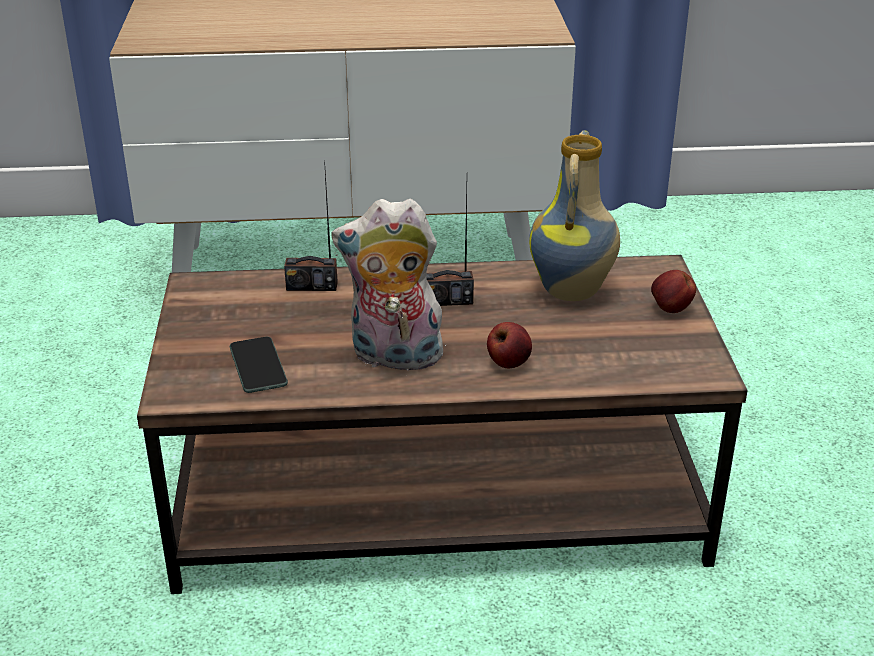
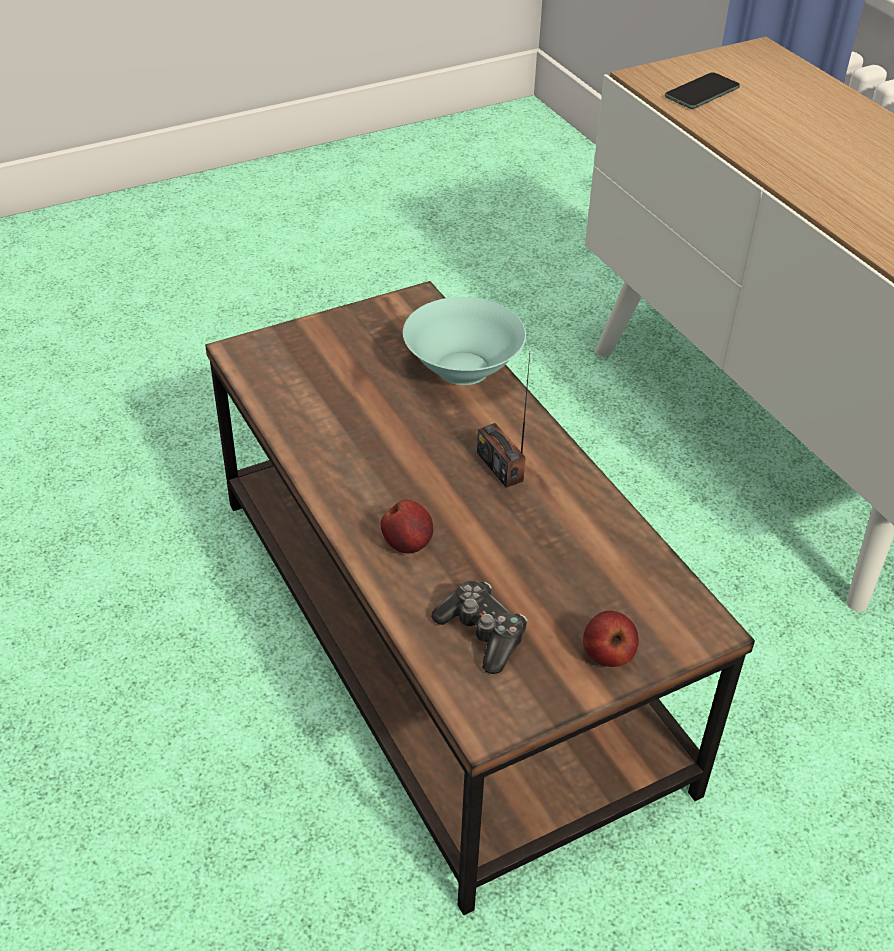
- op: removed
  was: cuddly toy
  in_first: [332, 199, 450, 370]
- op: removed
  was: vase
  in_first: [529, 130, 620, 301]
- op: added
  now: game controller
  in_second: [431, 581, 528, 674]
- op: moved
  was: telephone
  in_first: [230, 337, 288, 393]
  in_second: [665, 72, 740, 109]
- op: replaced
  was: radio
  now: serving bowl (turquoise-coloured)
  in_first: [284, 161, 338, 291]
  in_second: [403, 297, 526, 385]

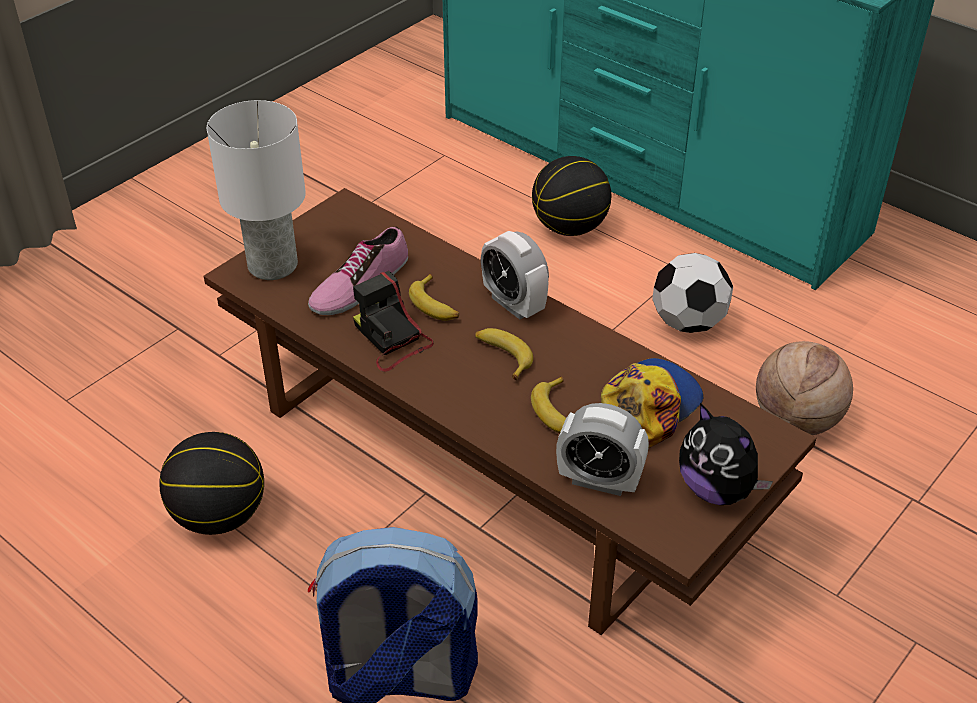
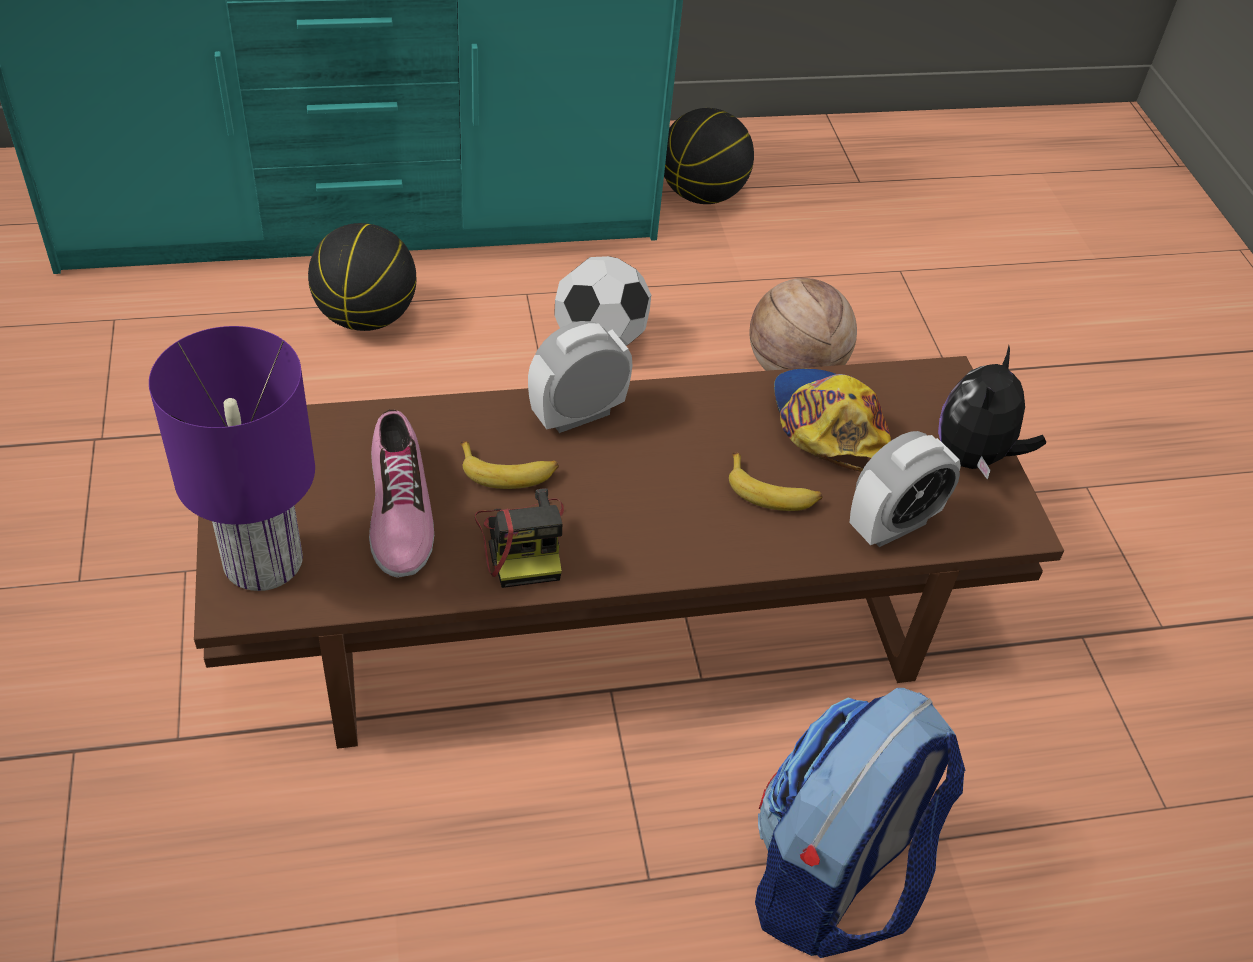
- op: removed
  was: banana
  in_first: [475, 328, 533, 380]
- op: moved
  was: basketball
  in_first: [159, 432, 264, 535]
  in_second: [664, 108, 754, 204]
- op: recoloured
  was: table lamp (white-coloured)
  now: table lamp (purple)
  in_first: [207, 100, 306, 280]
  in_second: [149, 326, 315, 591]
- op: turned
  was: still camera
  in_first: [353, 271, 434, 372]
  in_second: [475, 488, 564, 588]
  clockwise: -105
- op: turned
  was: alarm clock
  in_first: [481, 231, 549, 320]
  in_second: [528, 321, 632, 433]
  clockwise: 150
- op: turned
  was: cuddly toy
  in_first: [679, 403, 773, 505]
  in_second: [938, 345, 1046, 480]
  clockwise: 120

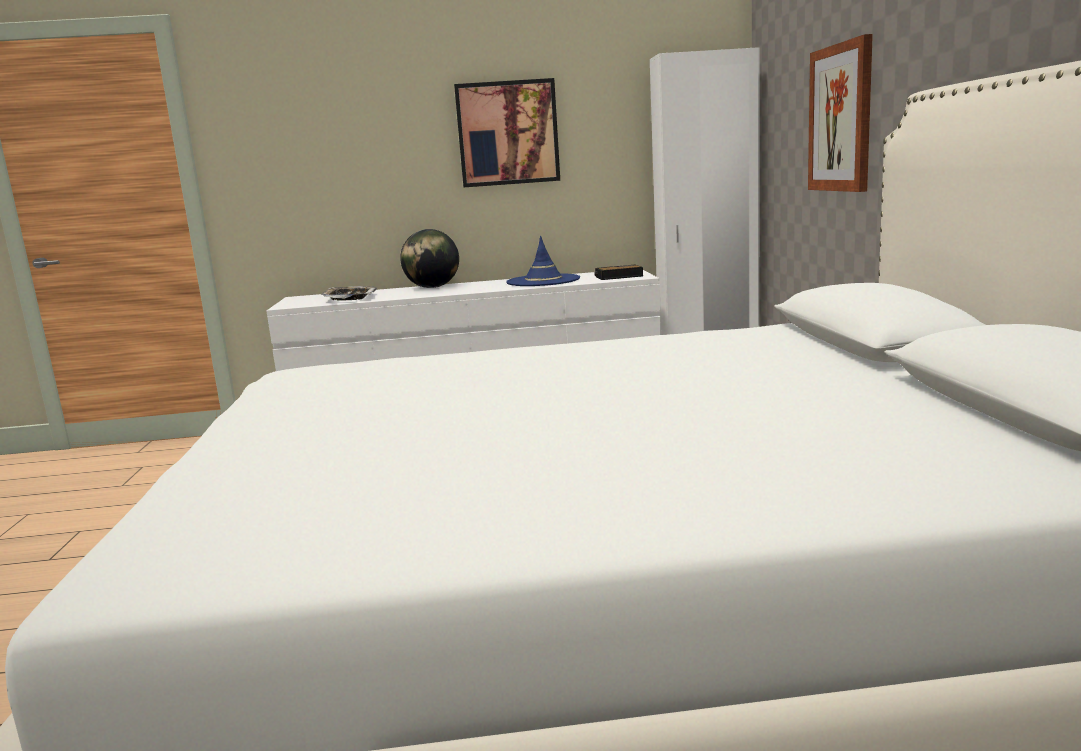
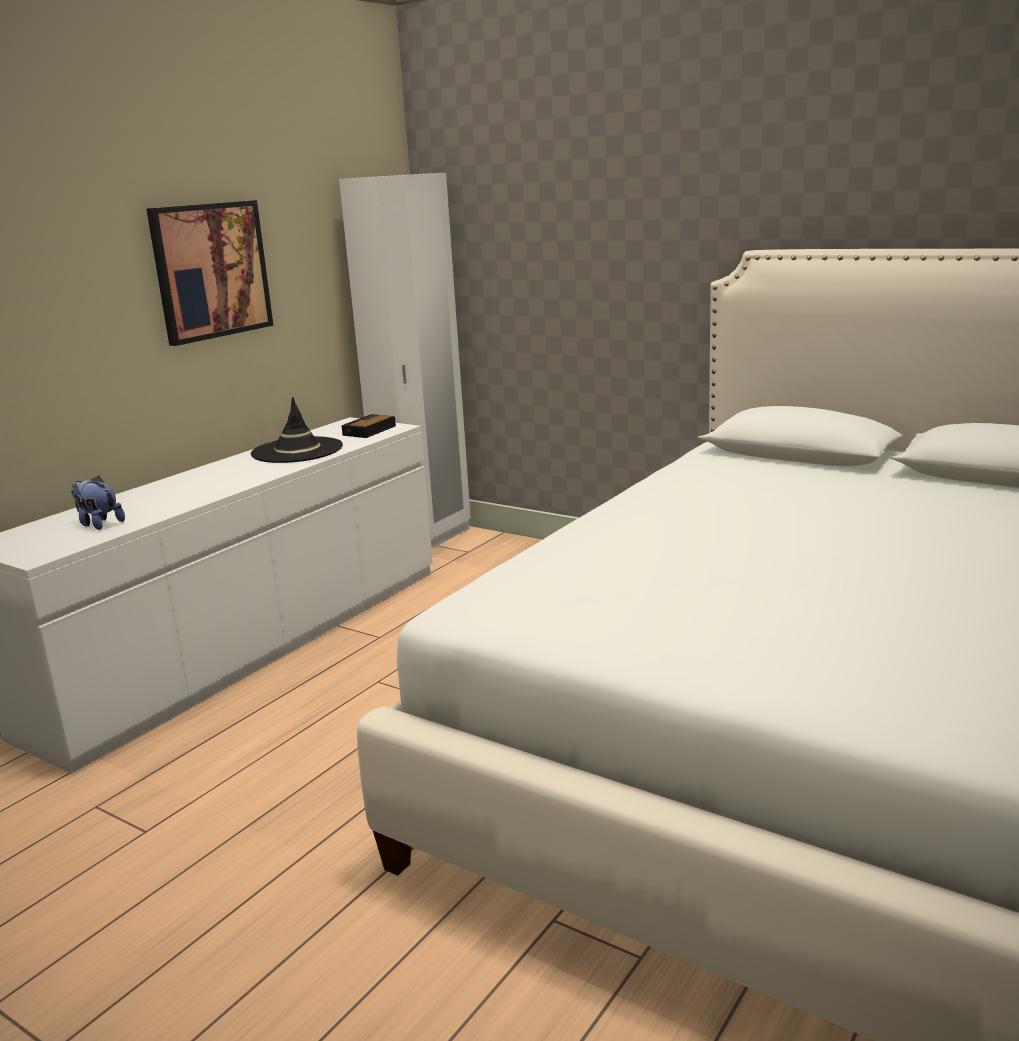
- op: removed
  was: world globe
  in_first: [400, 229, 459, 288]
- op: removed
  was: wall art
  in_first: [808, 34, 873, 192]
- op: replaced
  was: carrying tray
  now: cuddly toy
  in_first: [321, 286, 377, 301]
  in_second: [71, 475, 125, 530]
- op: recoloured
  was: clothing hat (blue)
  now: clothing hat (blackish)
  in_first: [506, 236, 580, 286]
  in_second: [251, 397, 343, 463]

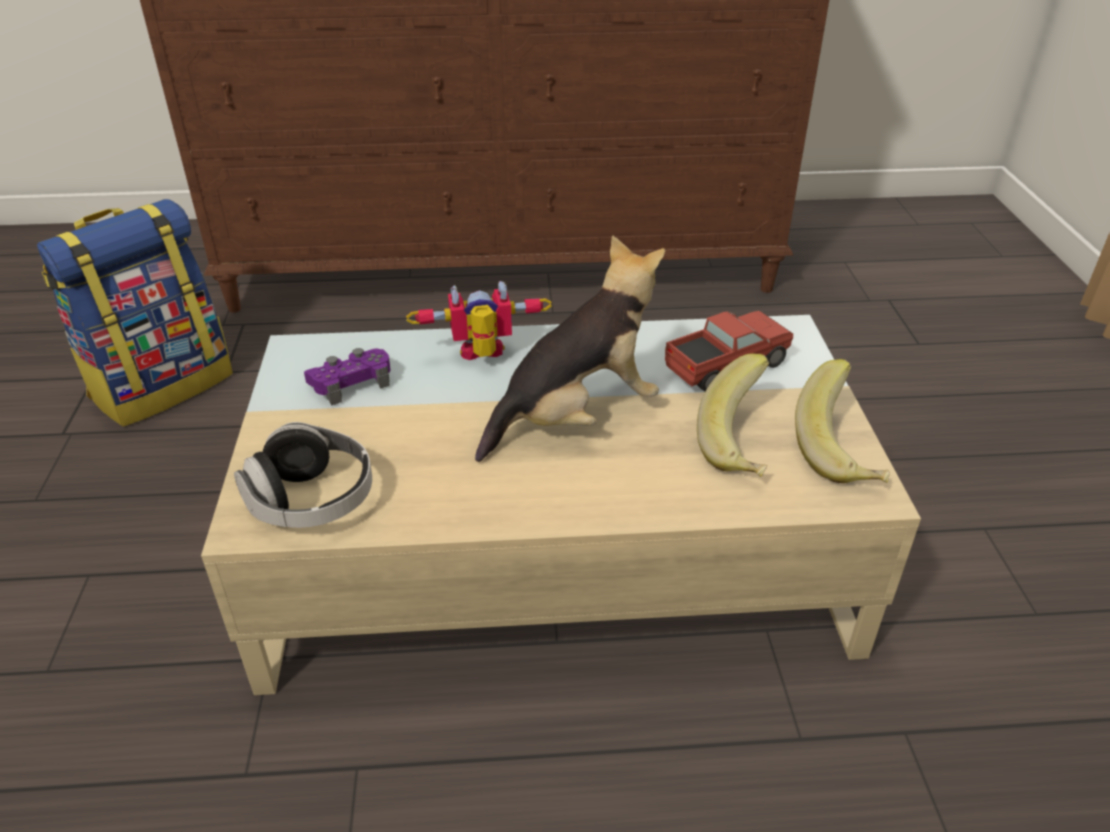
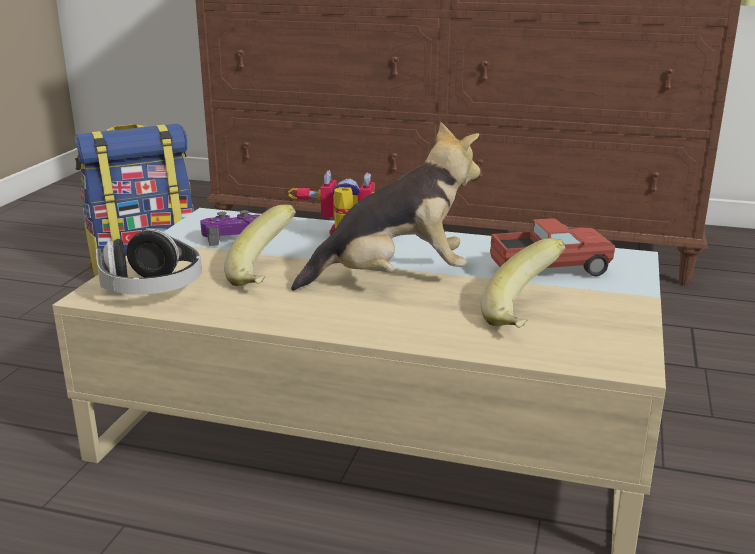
- op: moved
  was: banana
  in_first: [795, 359, 890, 483]
  in_second: [224, 205, 296, 286]

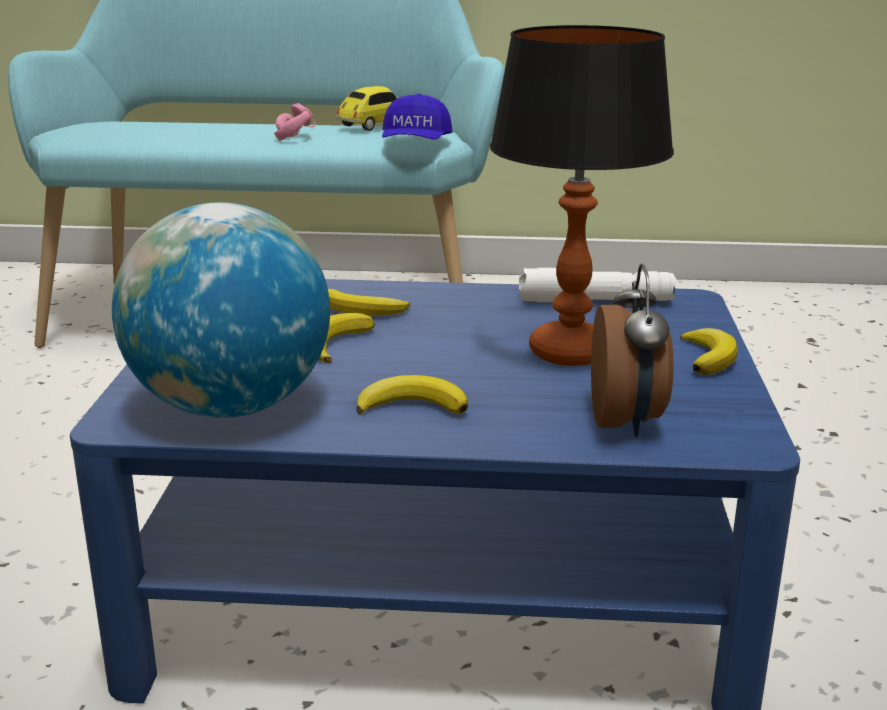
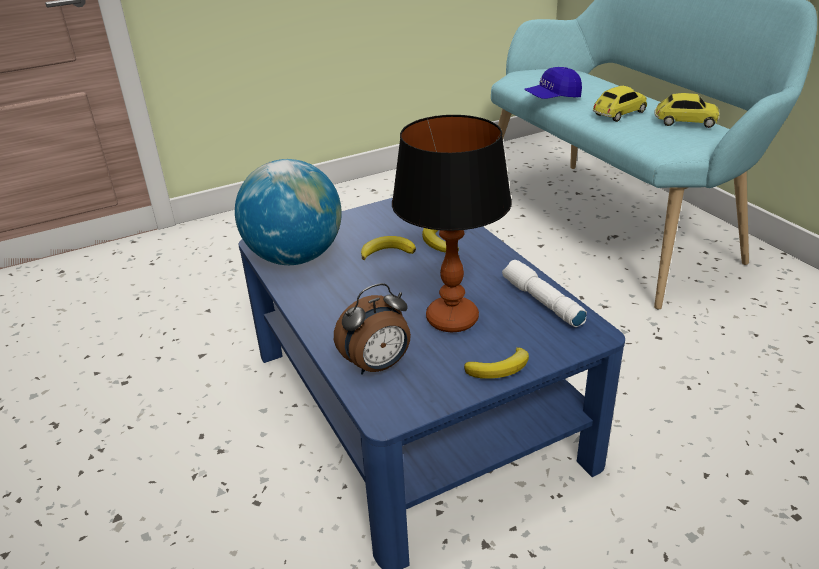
- op: removed
  was: banana
  in_first: [357, 375, 468, 415]
- op: moved
  was: baseball cap (blue)
  in_first: [382, 94, 453, 140]
  in_second: [524, 67, 582, 99]
- op: replaced
  was: headset (pink)
  now: miniature car
  in_first: [274, 103, 316, 141]
  in_second: [593, 86, 647, 122]

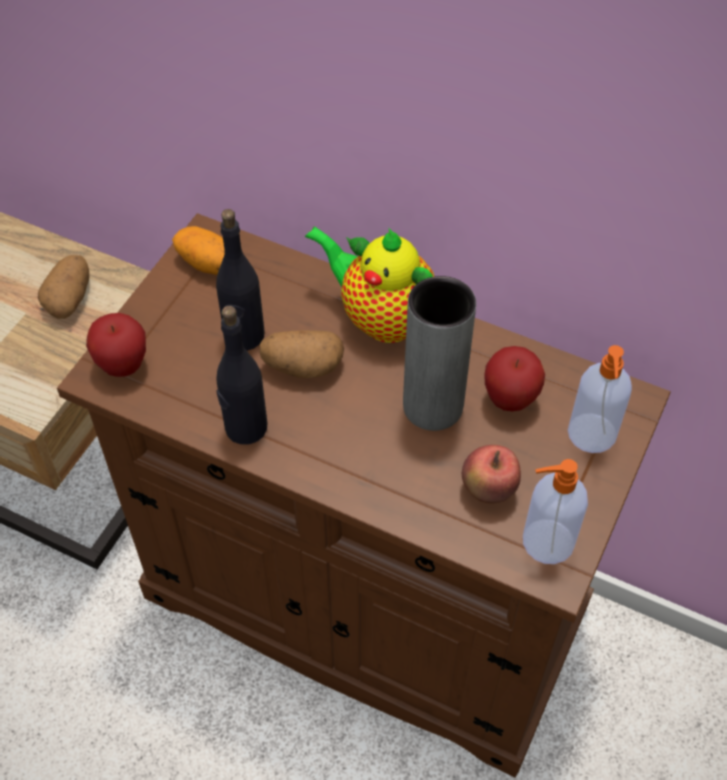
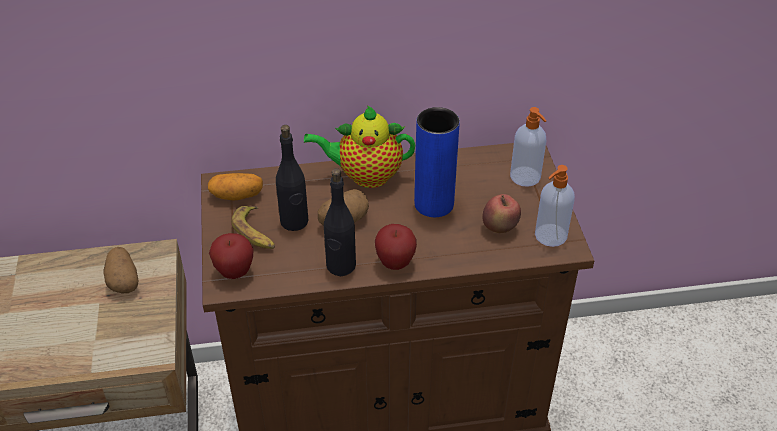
- op: added
  now: banana
  in_second: [231, 206, 275, 249]
- op: moved
  was: whole apple
  in_first: [485, 346, 545, 411]
  in_second: [375, 224, 417, 270]
- op: recoloured
  was: vase (gray)
  now: vase (blue)
  in_first: [403, 276, 476, 431]
  in_second: [414, 107, 460, 217]

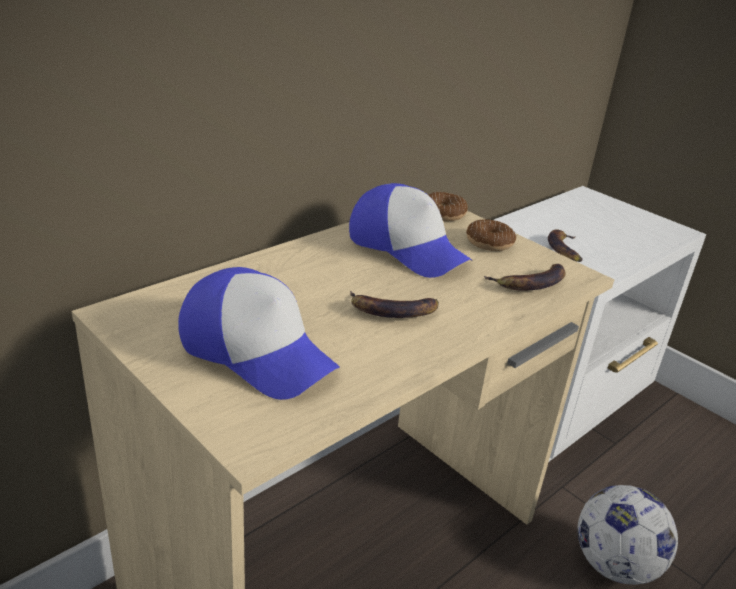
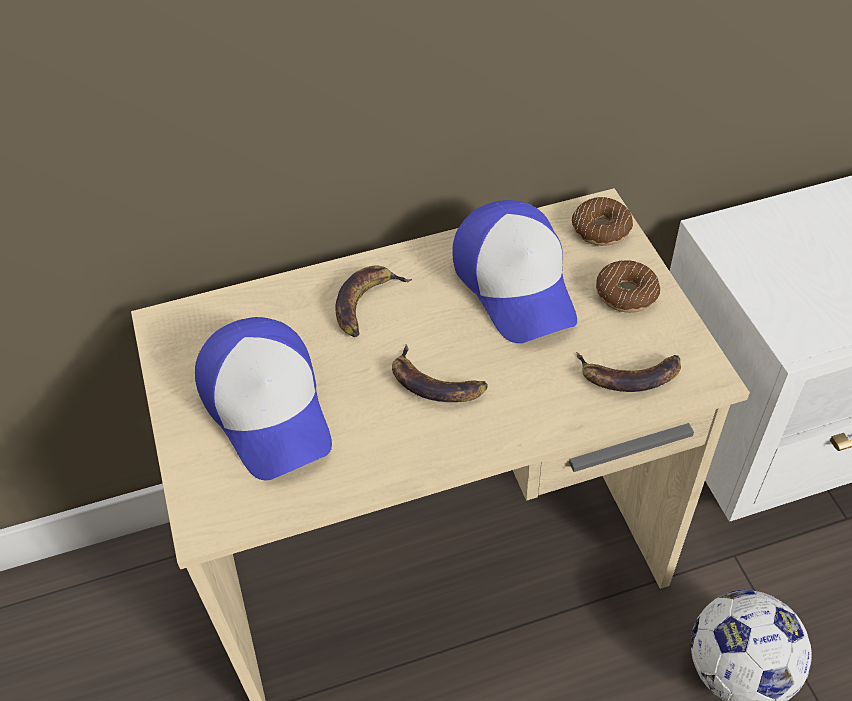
- op: moved
  was: banana
  in_first: [548, 229, 583, 262]
  in_second: [335, 265, 412, 337]

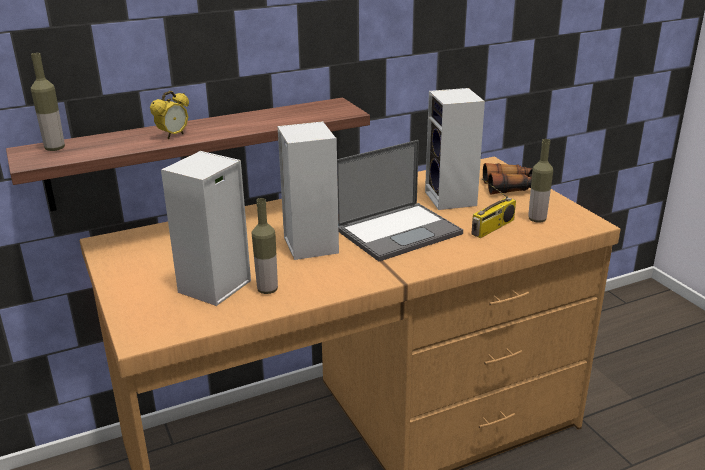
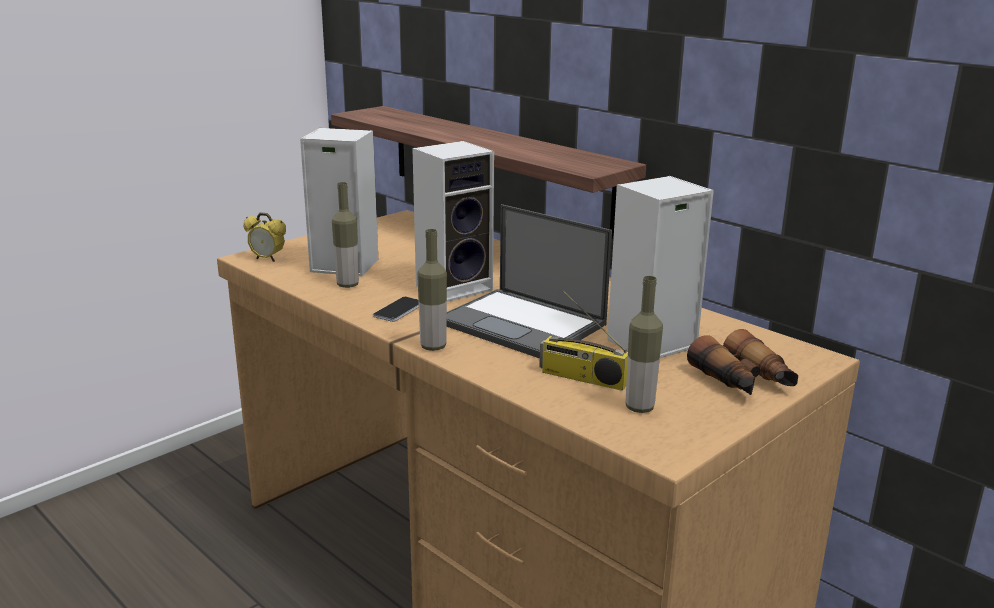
- op: added
  now: telephone
  in_second: [373, 297, 419, 322]
- op: moved
  was: beverage bottle
  in_first: [31, 53, 65, 151]
  in_second: [417, 229, 447, 351]
- op: moved
  was: alarm clock
  in_first: [150, 91, 189, 139]
  in_second: [243, 213, 286, 262]

